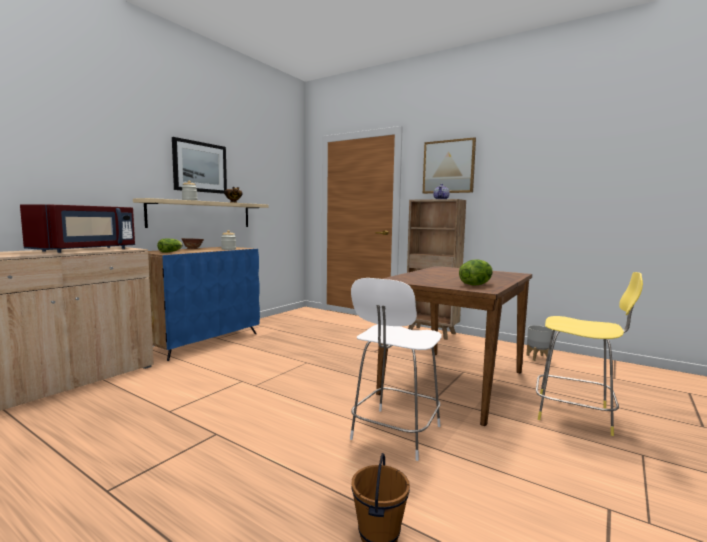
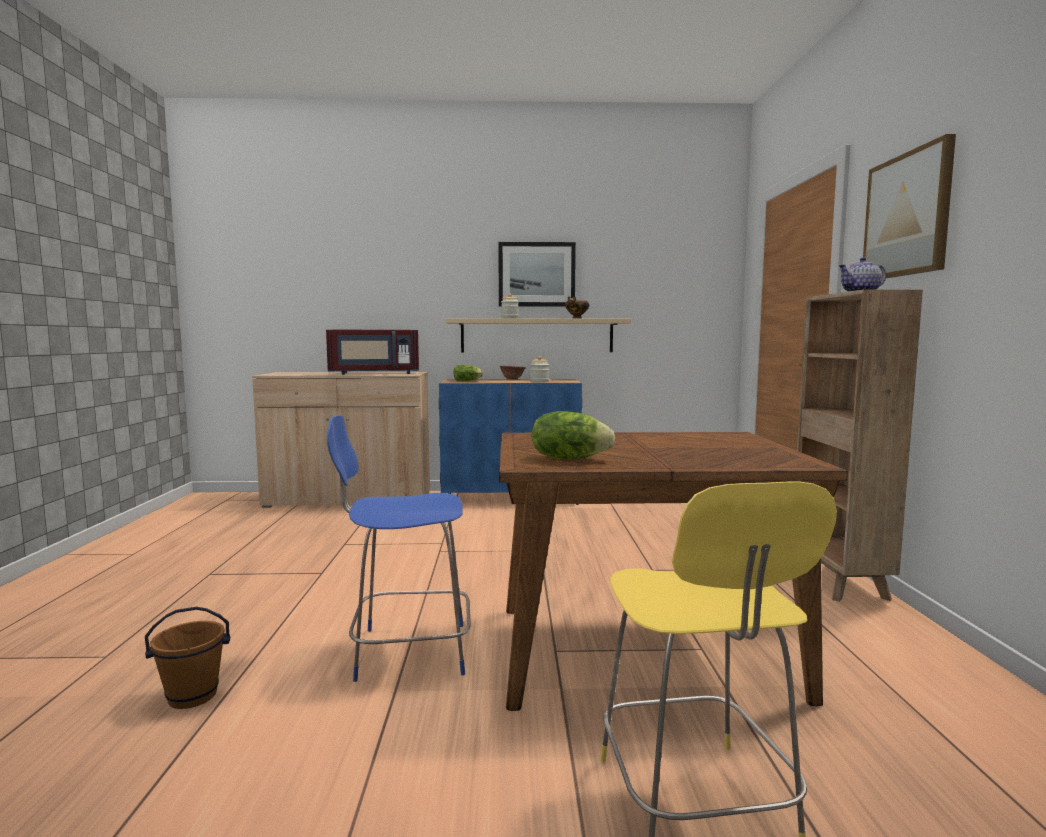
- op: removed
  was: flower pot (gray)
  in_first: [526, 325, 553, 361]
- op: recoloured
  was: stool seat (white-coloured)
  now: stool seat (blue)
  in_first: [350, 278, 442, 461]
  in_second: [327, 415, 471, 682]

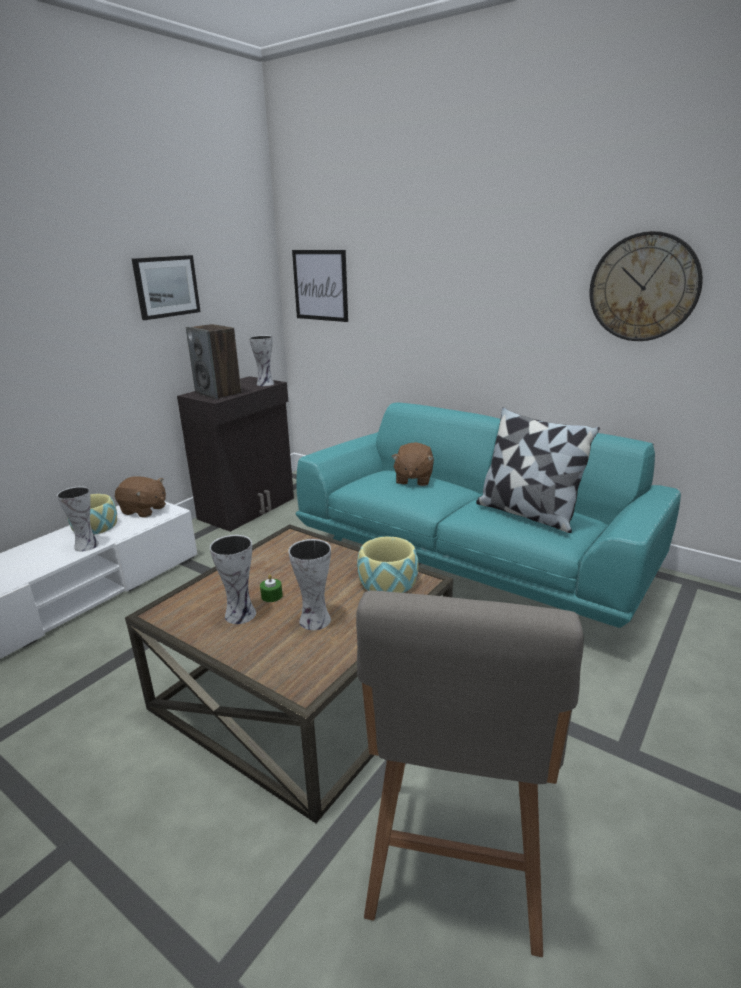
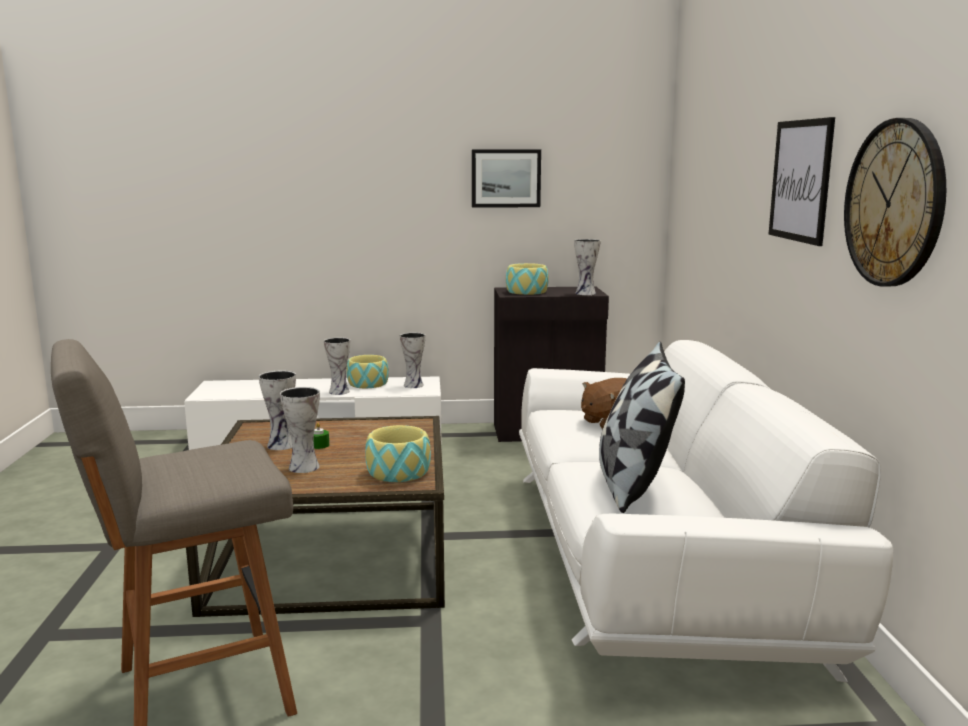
- op: moved
  was: wall art
  in_first: [292, 250, 348, 322]
  in_second: [768, 117, 835, 246]
- op: replaced
  was: cuddly toy (brown)
  now: vase
  in_first: [115, 476, 166, 518]
  in_second: [400, 332, 425, 388]
- op: replaced
  was: speaker
  now: serving bowl
  in_first: [186, 324, 242, 399]
  in_second: [506, 263, 549, 295]
- op: recoloured
  was: couch (turquoise-coloured)
  now: couch (white-coloured)
  in_first: [296, 402, 681, 628]
  in_second: [519, 340, 893, 683]

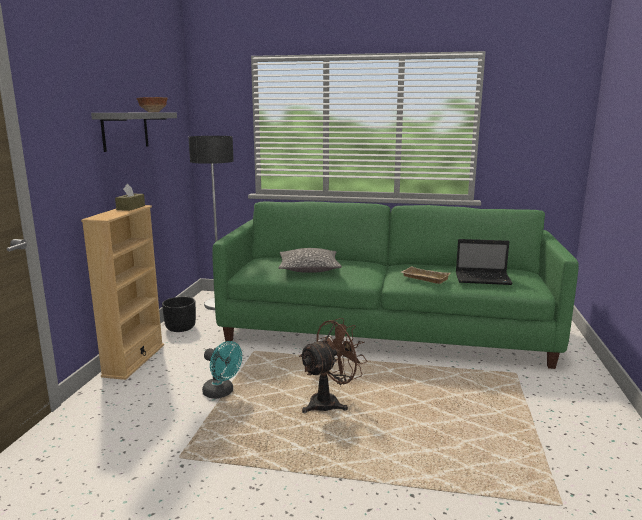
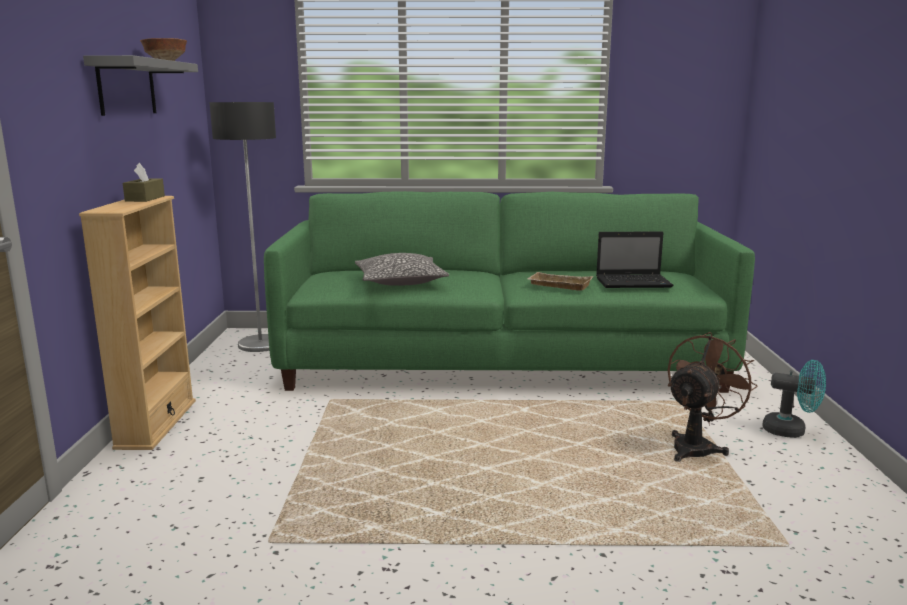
- op: removed
  was: flower pot (blackish)
  in_first: [162, 297, 196, 332]
- op: moved
  was: electric fan (turquoise-coloured)
  in_first: [202, 341, 242, 399]
  in_second: [762, 360, 826, 438]
- op: moved
  was: electric fan (brown)
  in_first: [299, 318, 367, 413]
  in_second: [667, 332, 758, 462]

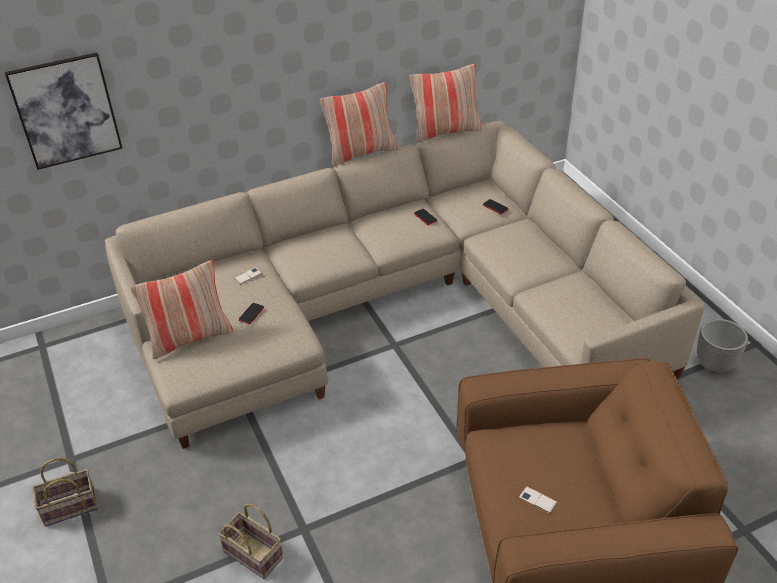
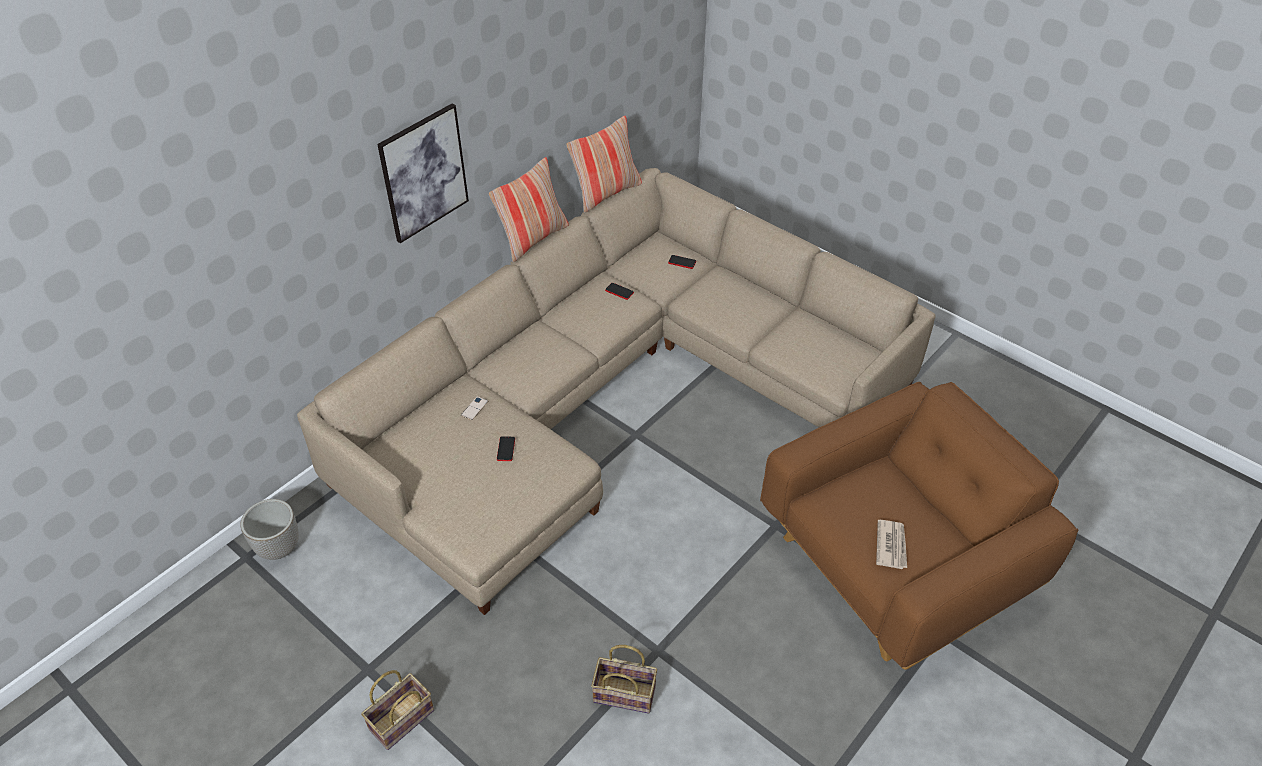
- op: removed
  was: cushion
  in_first: [130, 260, 233, 359]
- op: moved
  was: wall art
  in_first: [5, 52, 123, 170]
  in_second: [377, 104, 469, 243]
- op: moved
  was: flower pot
  in_first: [697, 319, 748, 373]
  in_second: [240, 499, 299, 560]
- op: replaced
  was: telephone
  now: printed paper
  in_first: [519, 486, 557, 514]
  in_second: [876, 520, 907, 569]

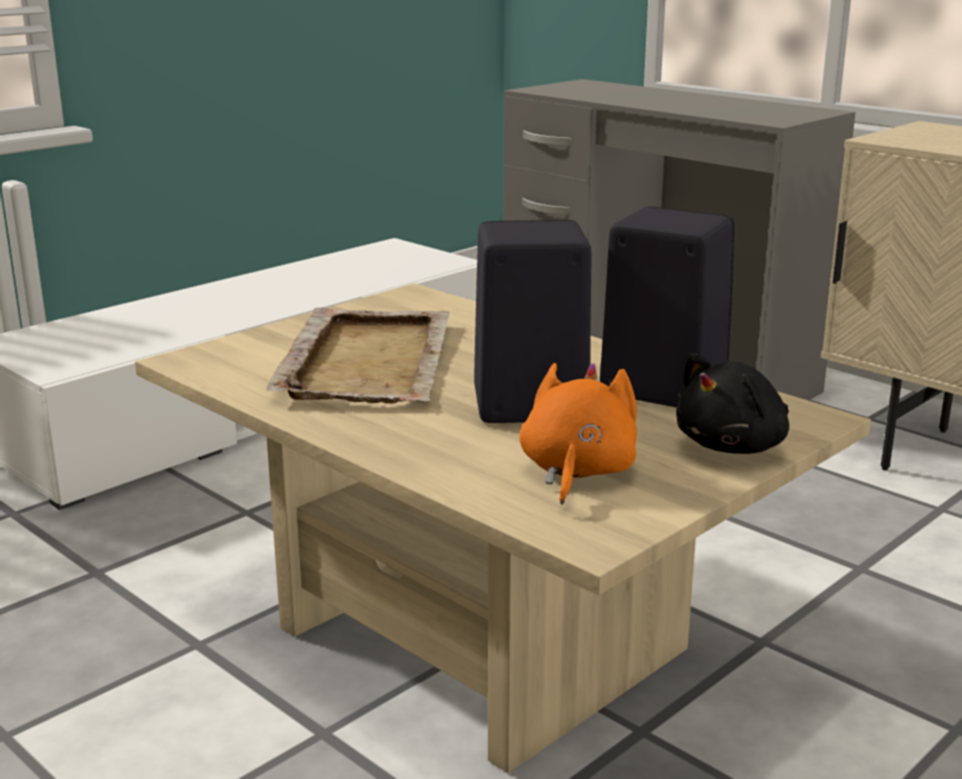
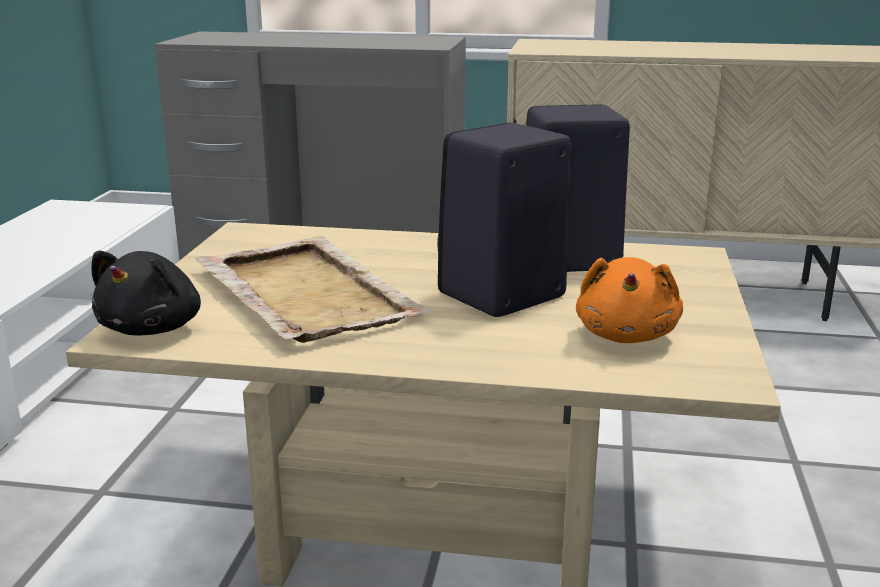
- op: moved
  was: cuddly toy (blackish)
  in_first: [676, 353, 789, 454]
  in_second: [92, 250, 201, 336]
- op: turned
  was: cuddly toy (orange-coloured)
  in_first: [519, 363, 637, 505]
  in_second: [576, 257, 683, 343]
  clockwise: -150

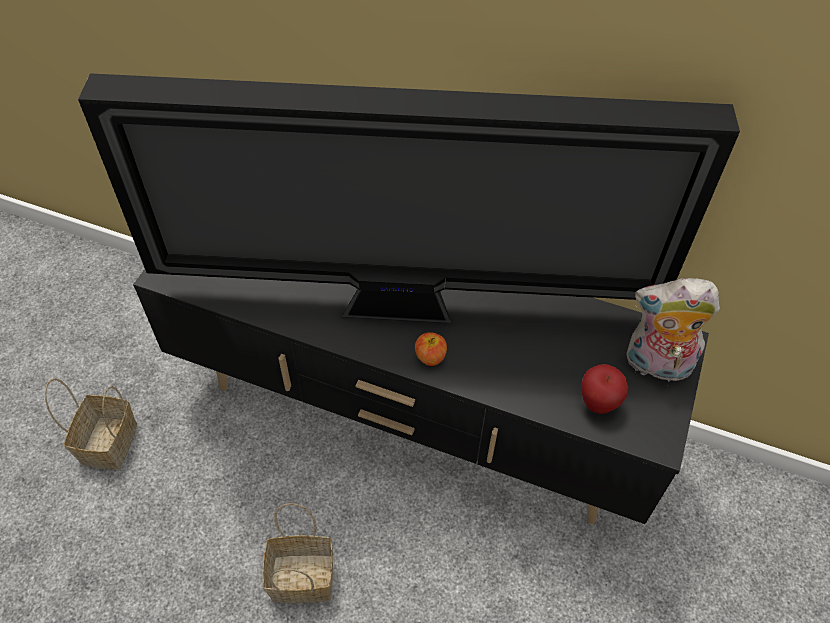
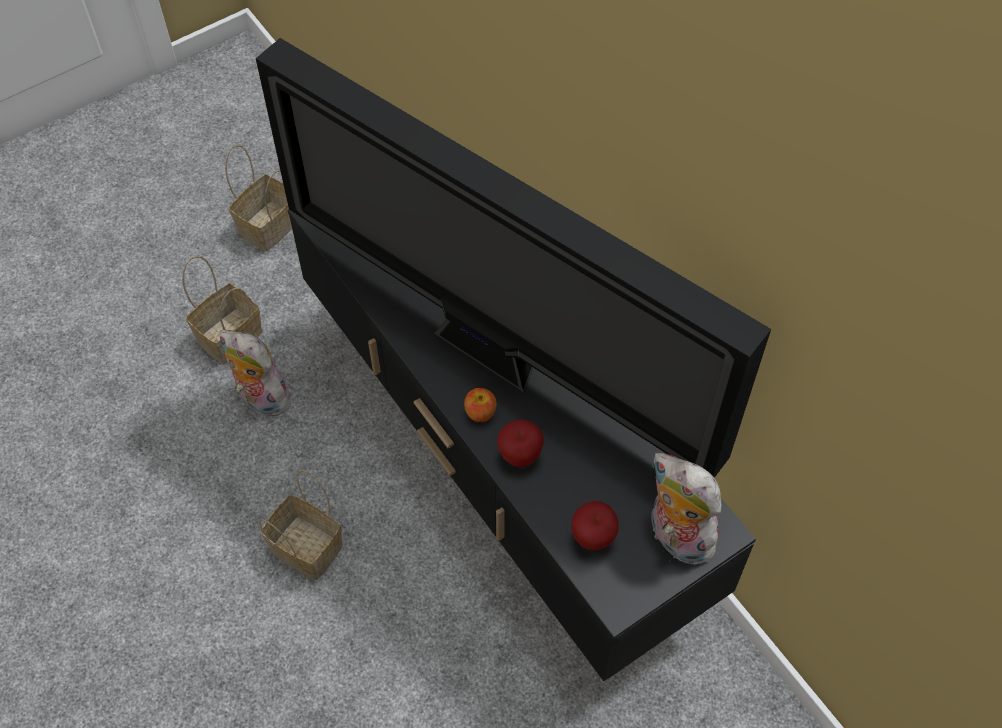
- op: added
  now: cuddly toy
  in_second: [219, 330, 295, 416]
- op: added
  now: storage basket
  in_second: [225, 144, 292, 251]
- op: added
  now: whole apple
  in_second: [497, 419, 544, 467]

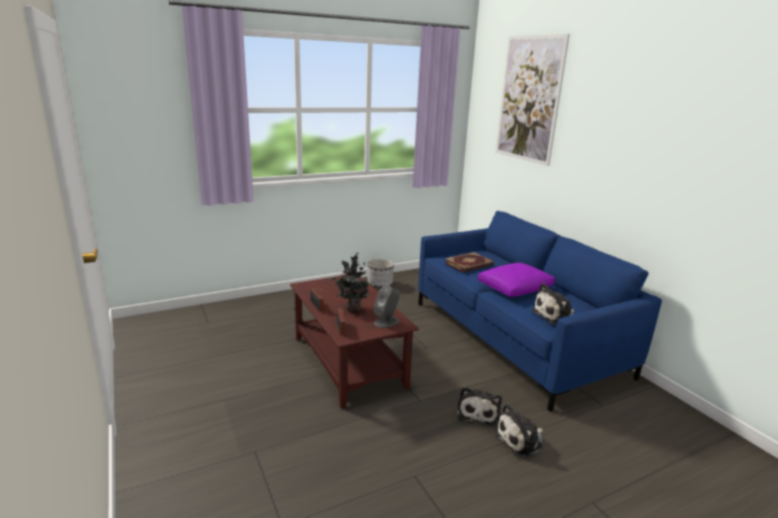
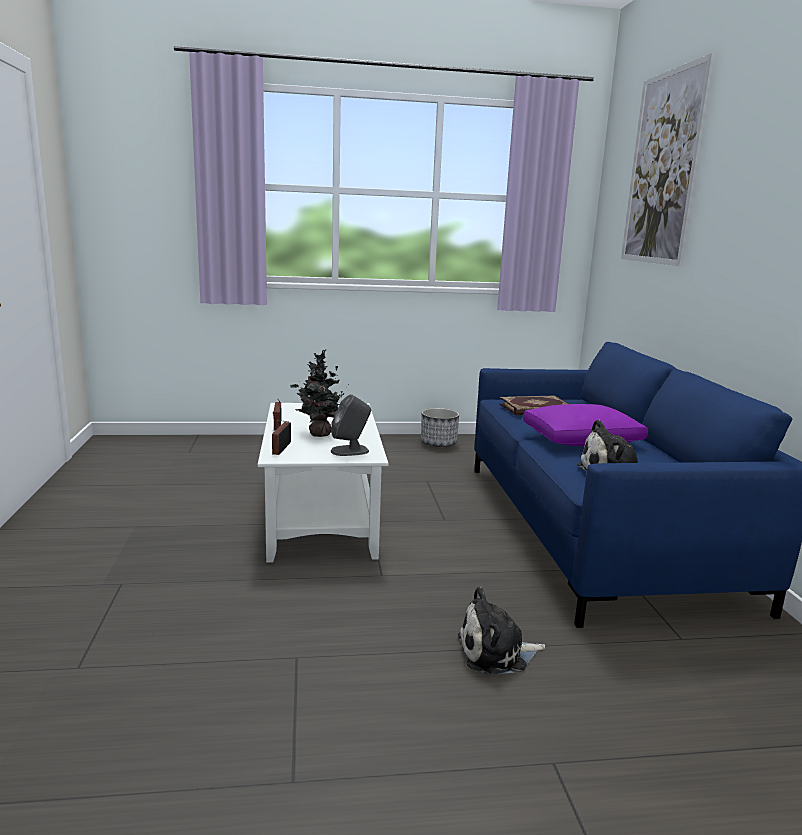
- op: removed
  was: cuddly toy
  in_first: [457, 387, 502, 426]
- op: recoloured
  was: coffee table (brown)
  now: coffee table (white-coloured)
  in_first: [290, 275, 419, 409]
  in_second: [257, 403, 389, 563]

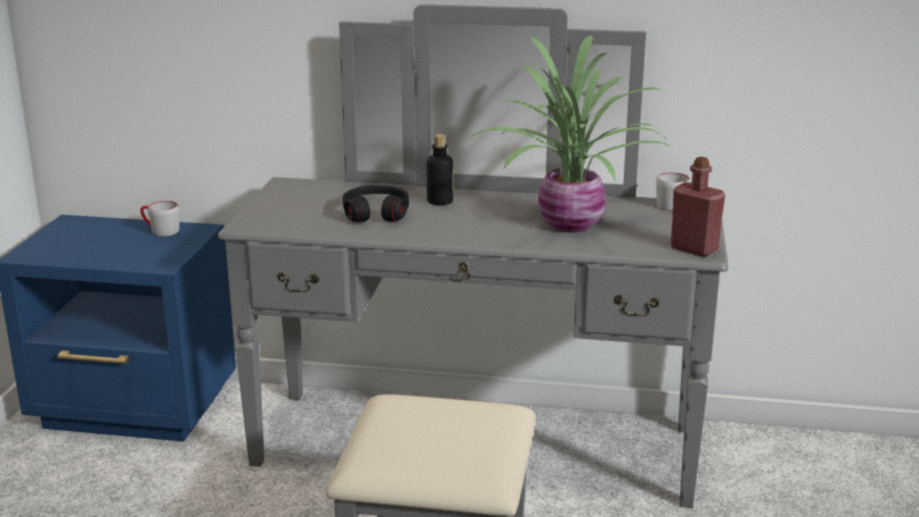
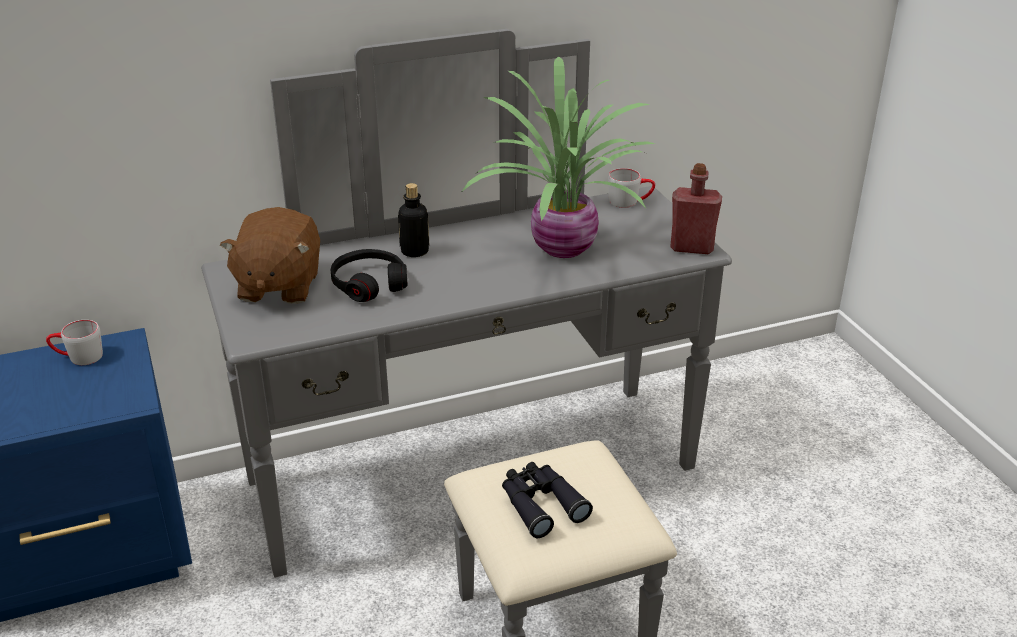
- op: added
  now: cuddly toy (brown)
  in_second: [220, 207, 320, 304]
- op: added
  now: field glasses (blackish)
  in_second: [502, 462, 593, 538]

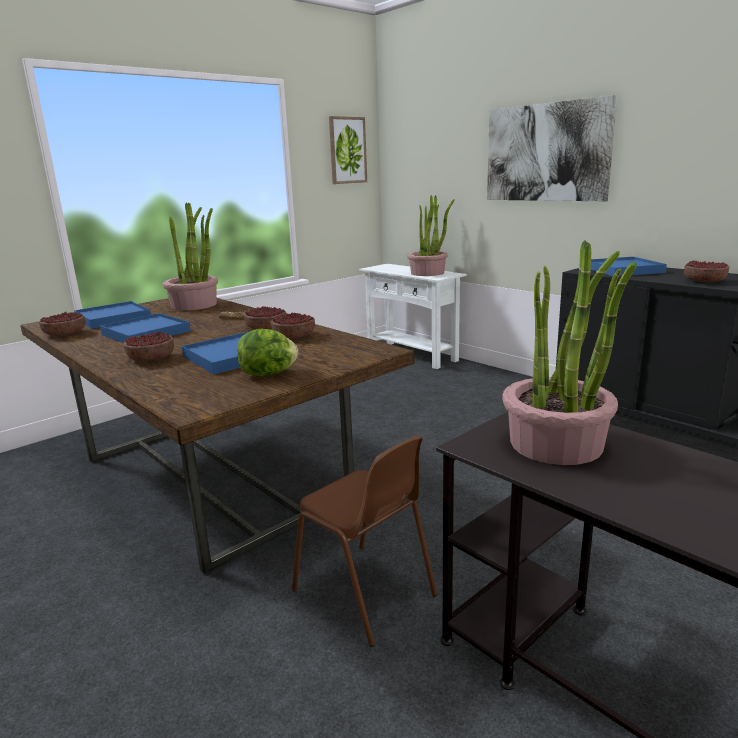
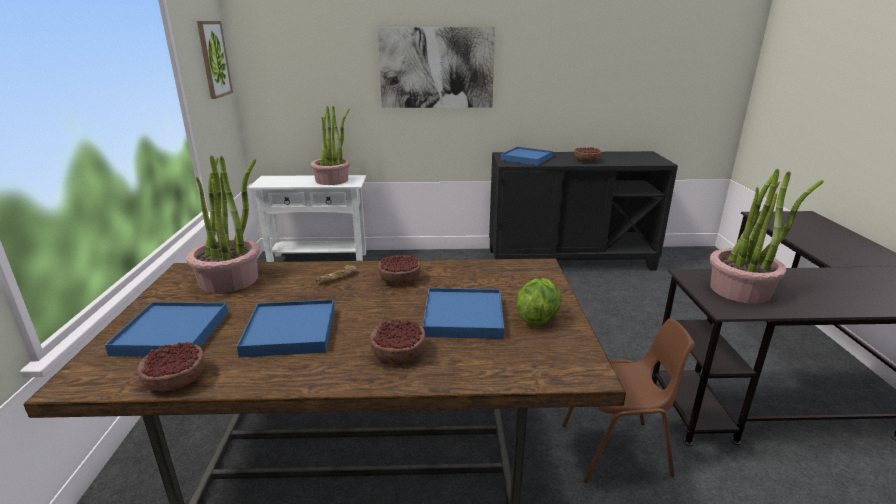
- op: removed
  was: serving bowl
  in_first: [271, 312, 315, 338]

